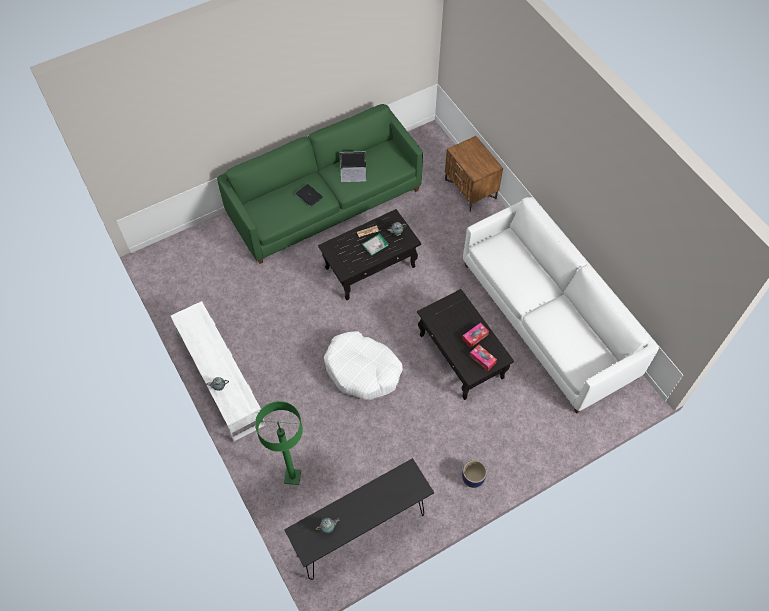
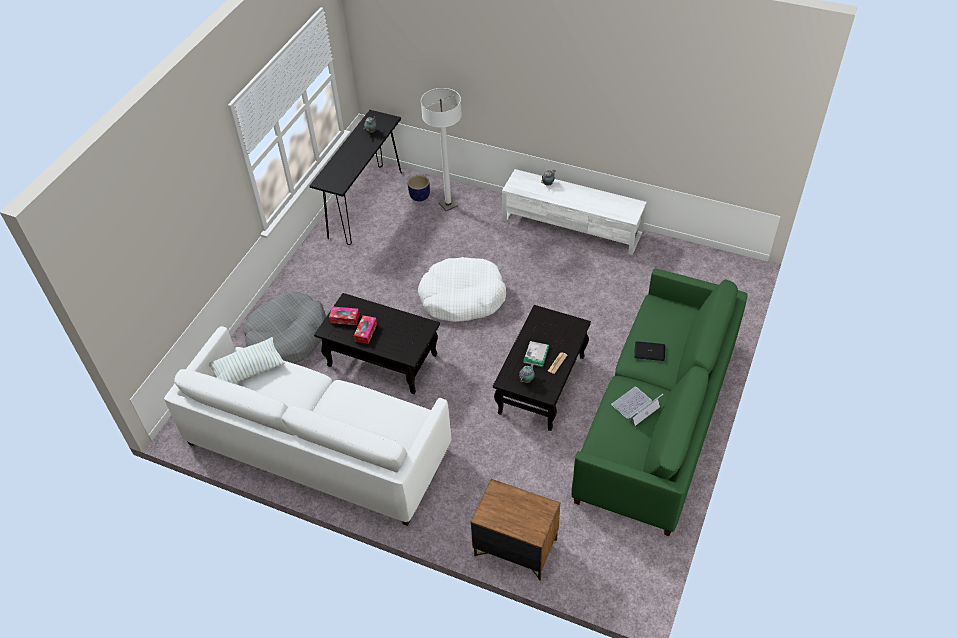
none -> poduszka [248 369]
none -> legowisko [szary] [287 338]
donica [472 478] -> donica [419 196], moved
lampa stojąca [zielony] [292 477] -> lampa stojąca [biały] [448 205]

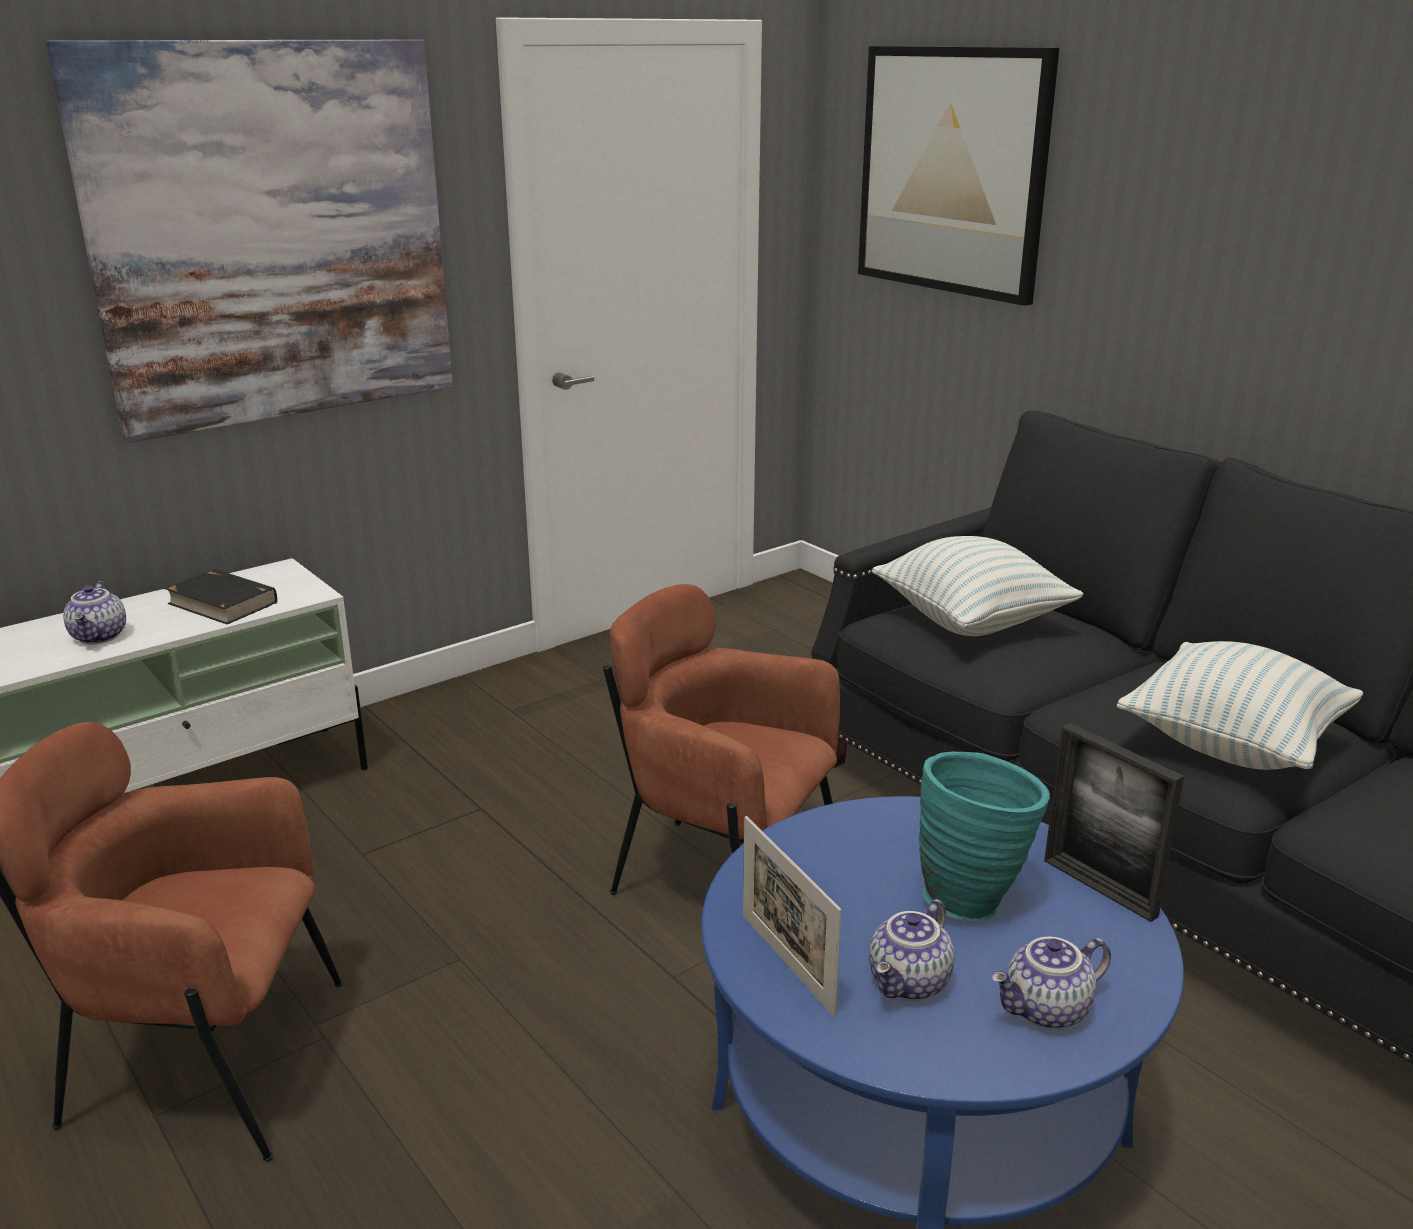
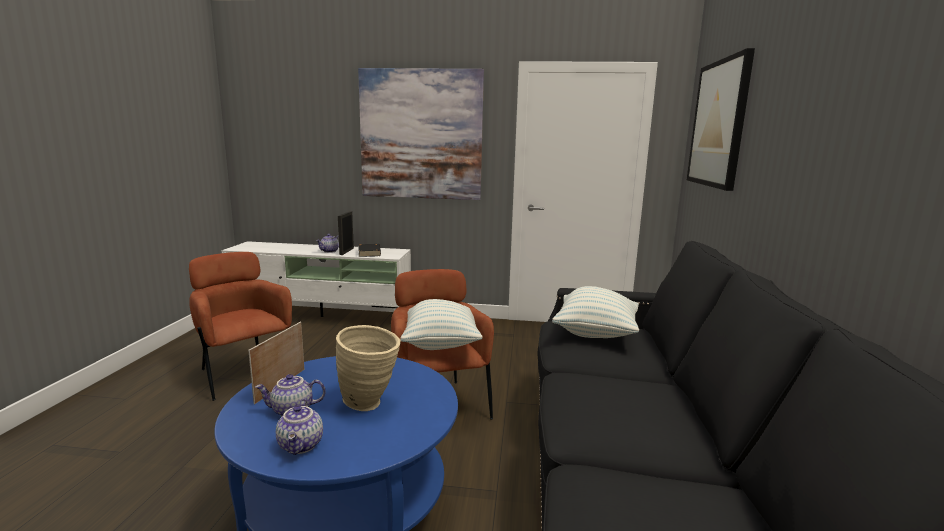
imbryk [1047 1011] -> imbryk [302 445], 120 degrees counterclockwise
wazon [turkusowy] [972 899] -> wazon [beżowy] [370 404]
ramka na zdjęcie [1099 888] -> ramka na zdjęcie [346 251], moved
poduszka [1232 745] -> poduszka [440 344], moved

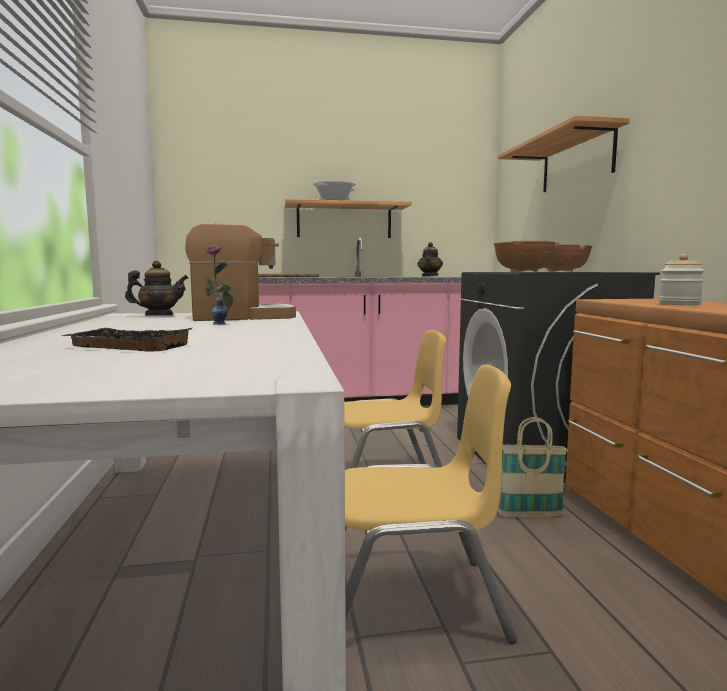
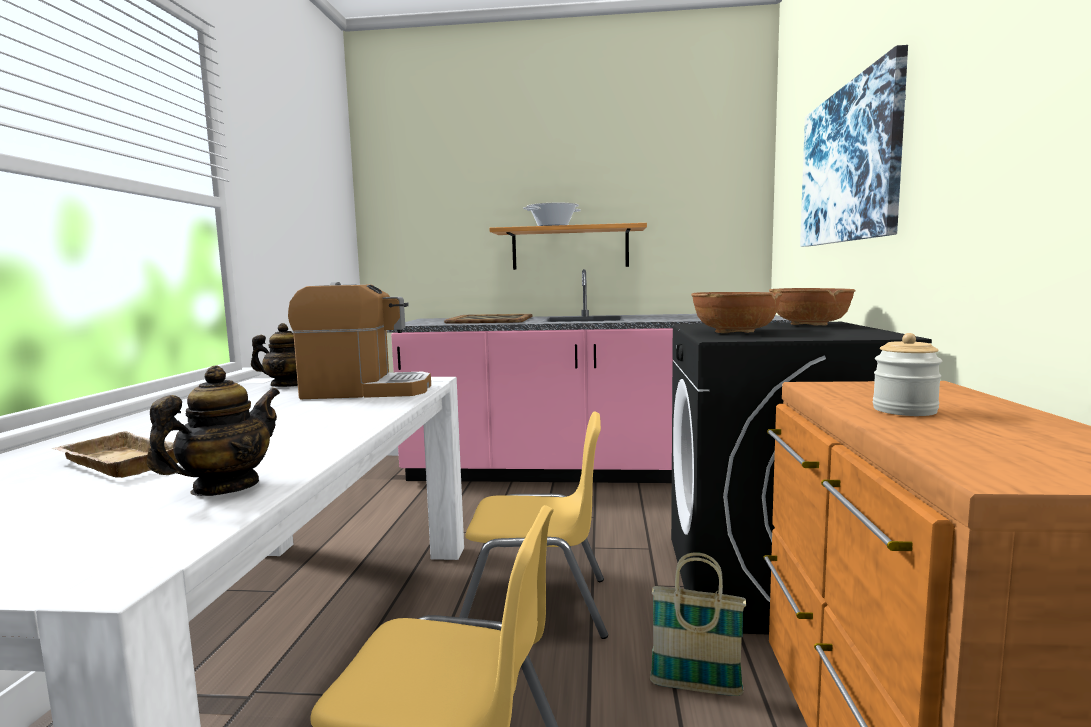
taca [czarny] [126 347] -> taca [beżowy] [116 463]
imbryk [429 276] -> imbryk [225 488], moved
półka [576 161] -> obraz [849 165]
wazon [219 325] -> none

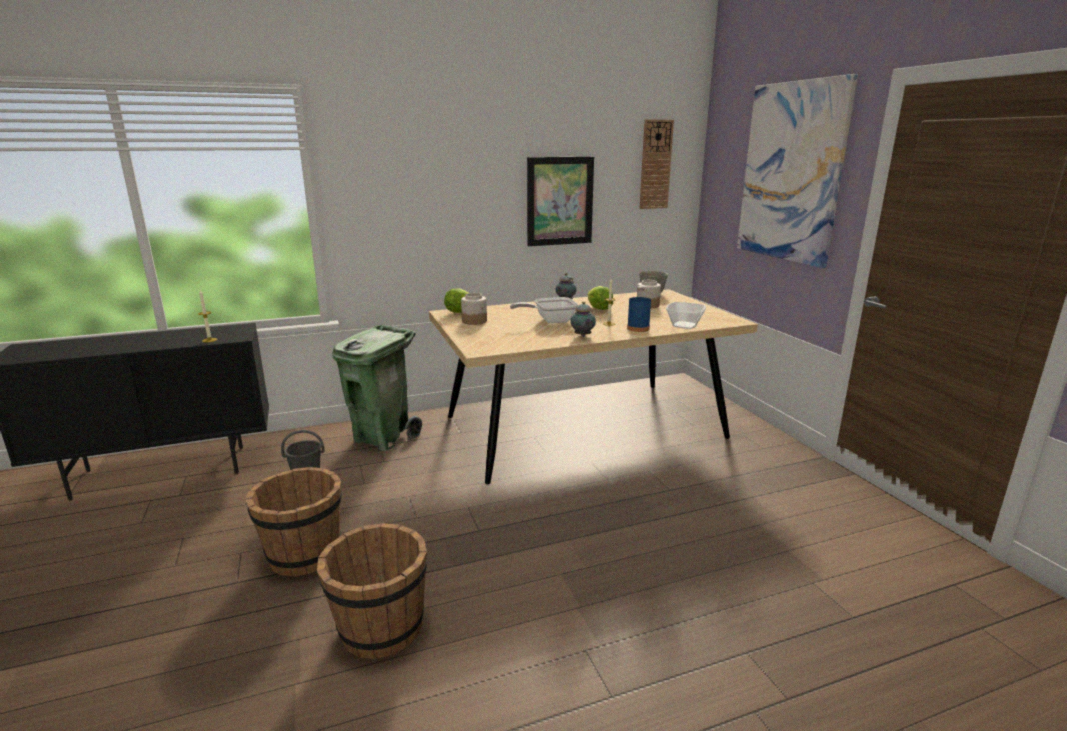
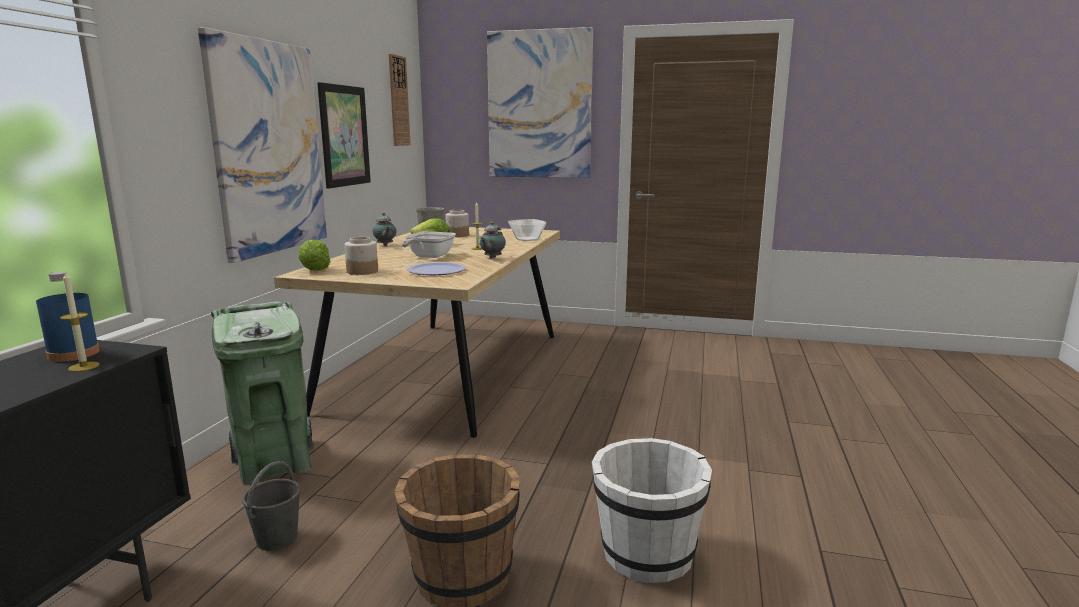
butelka [niebieski] [638 328] -> butelka [niebieski] [73 354], moved
none -> obraz [268 148]
none -> talerz [436 271]
imbryk [582 336] -> imbryk [492 258], 90 degrees clockwise
wiadro [brązowy] [380 628] -> wiadro [biały] [646 555]

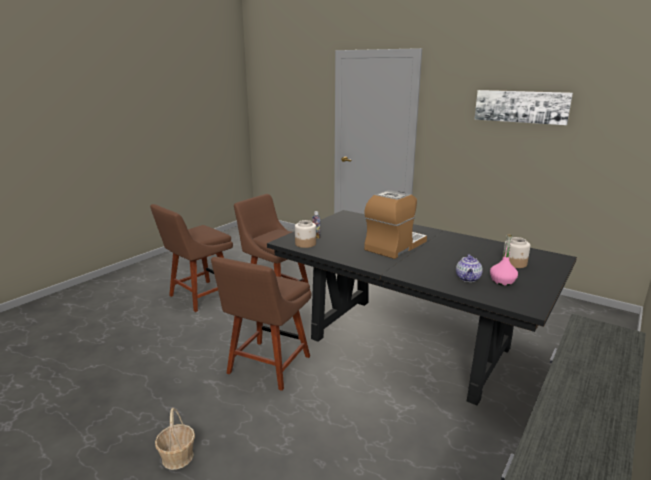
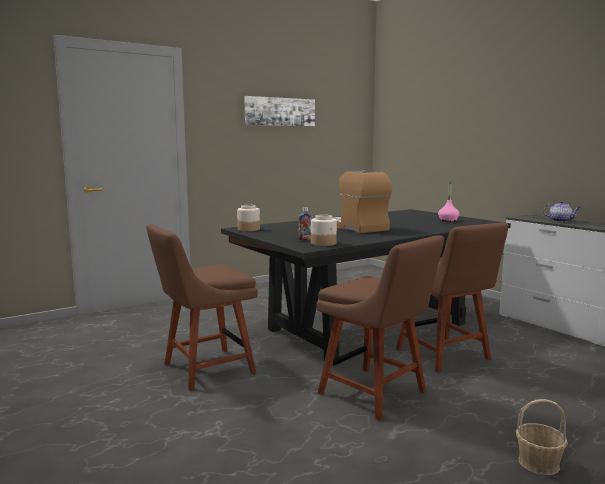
słoik [514 263] -> słoik [249 229], moved
krzesło [brązowy] [199 296] -> krzesło [brązowy] [445 356], moved
imbryk [468 279] -> imbryk [560 221], moved

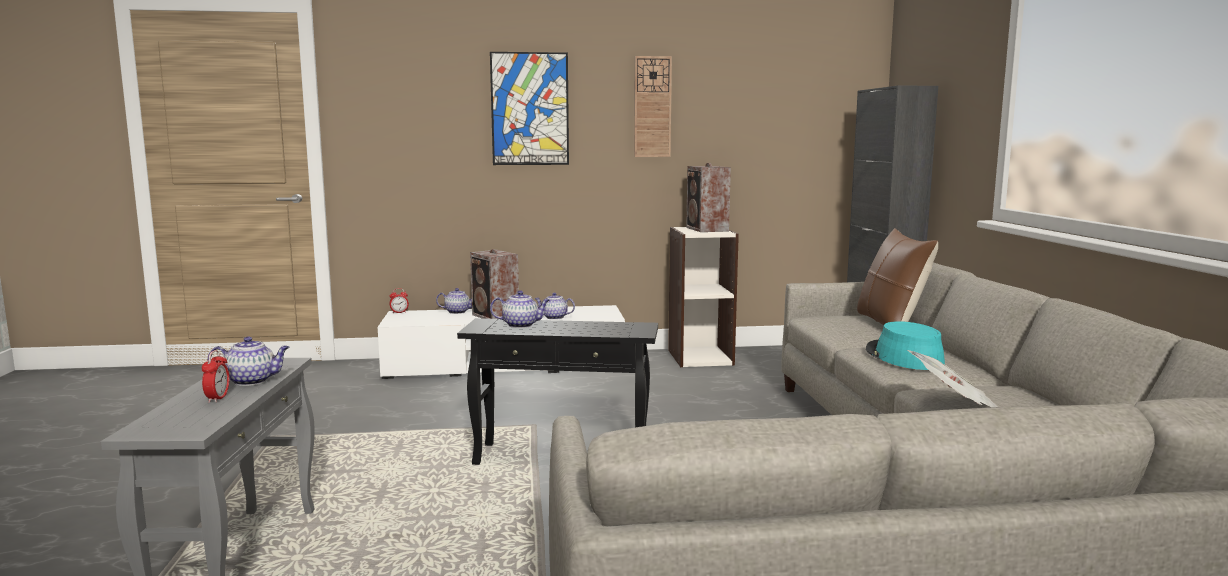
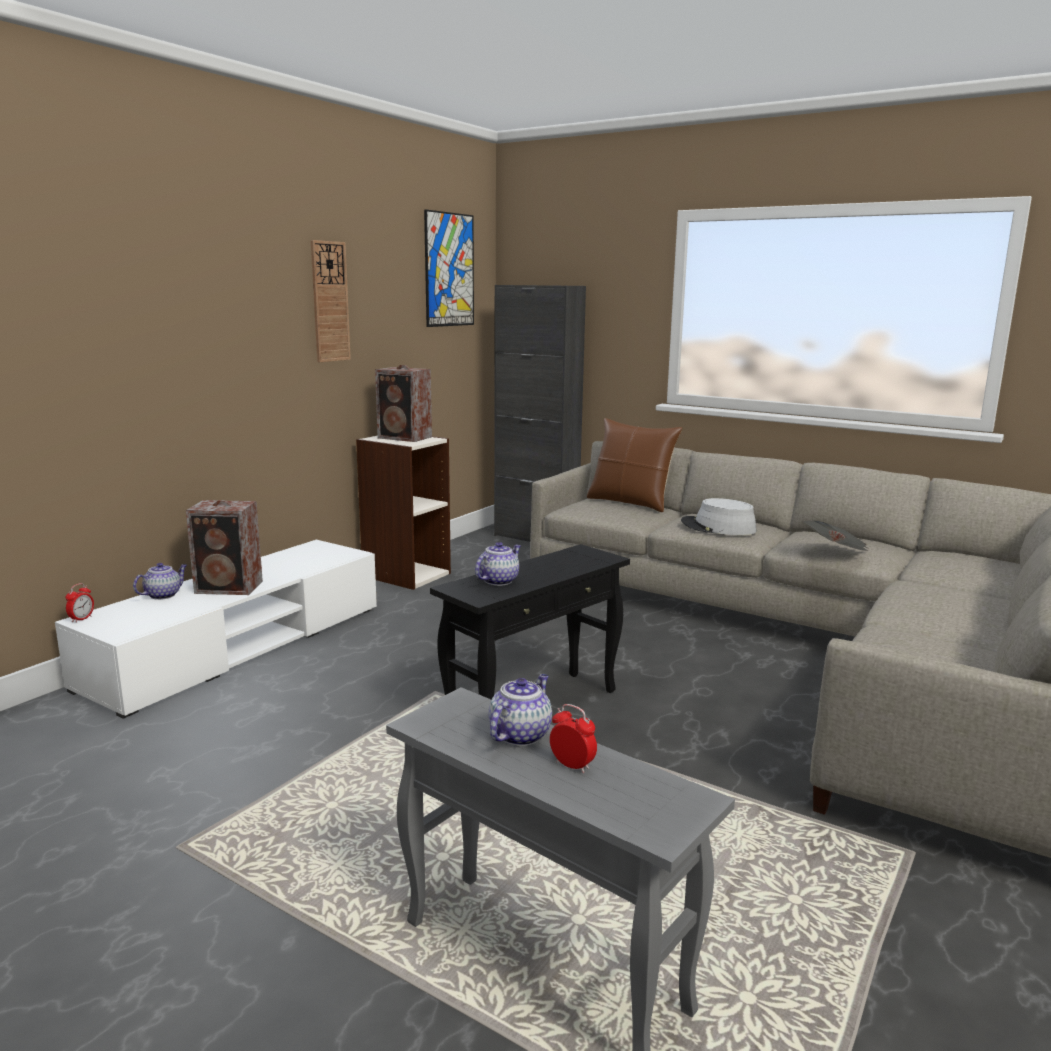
obraz [530 109] -> obraz [449 270], moved
kapelusz [turkusowy] [903 357] -> kapelusz [szary] [718 527]
imbryk [554 317] -> none

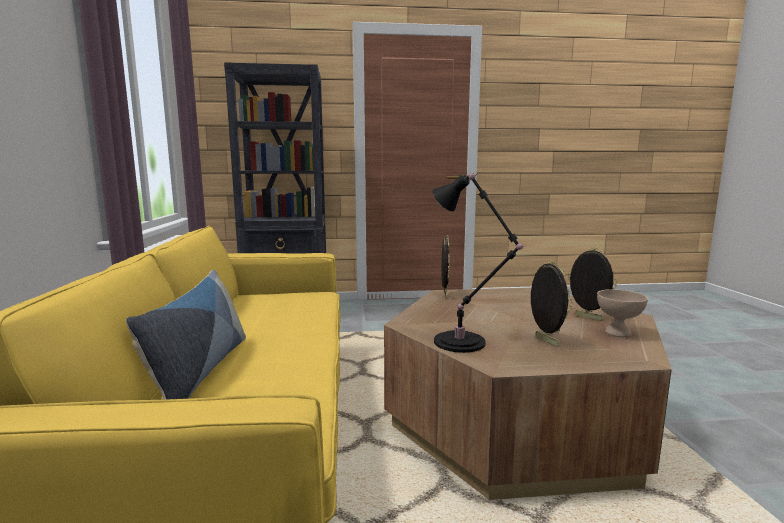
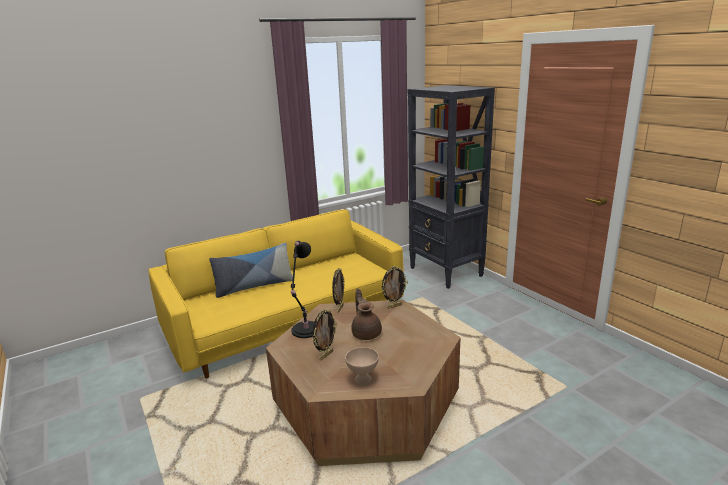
ramka na zdjęcie [587 318] -> ramka na zdjęcie [339 309], moved
none -> imbryk [brązowy] [366 333]

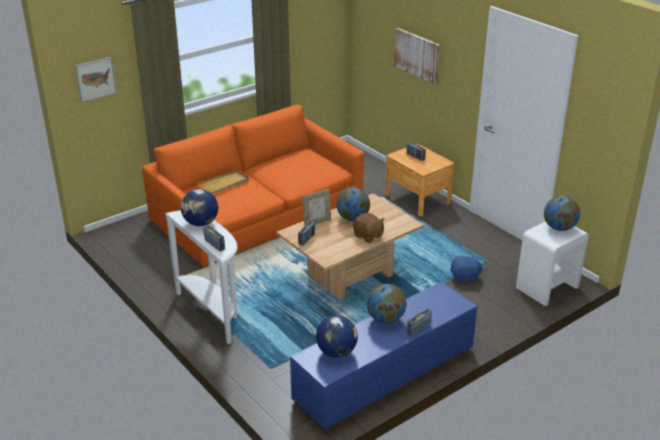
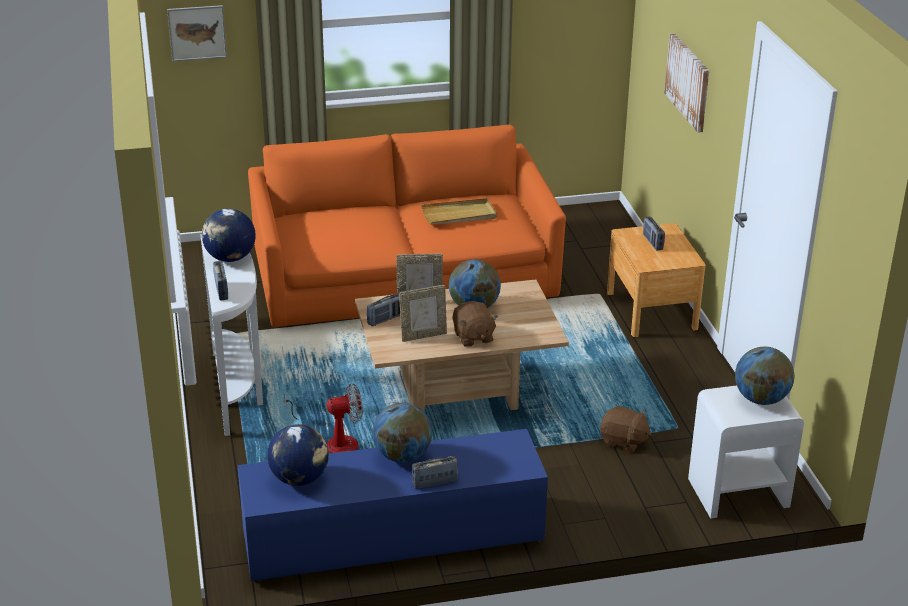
none -> wentylator [333 442]
none -> ramka na zdjęcie [423 335]
taca [beżowy] [224 183] -> taca [beżowy] [459 215], moved
pluszak [niebieski] [465 277] -> pluszak [brązowy] [623 441]

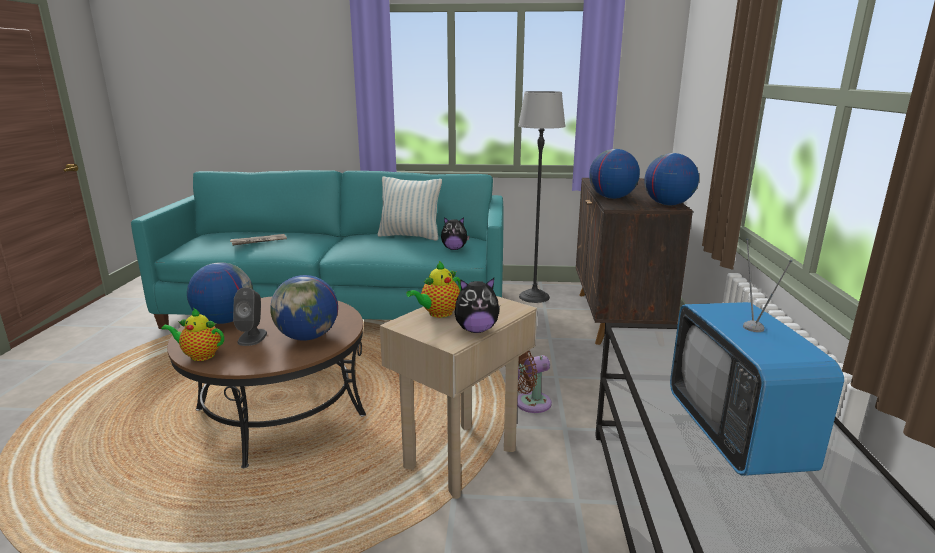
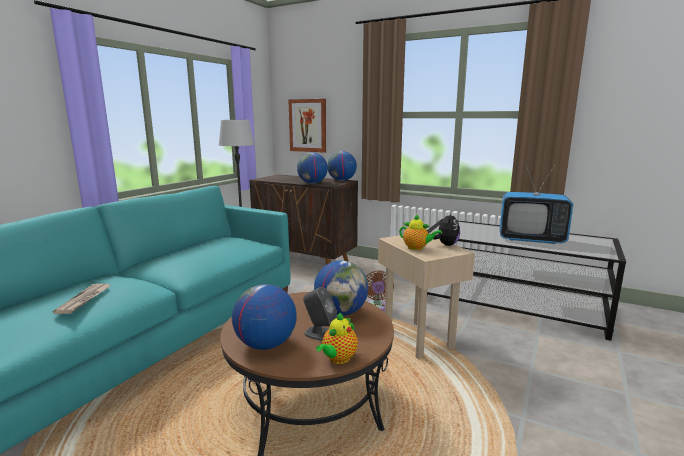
none -> obraz [308 125]
imbryk [438 313] -> imbryk [417 248], 45 degrees counterclockwise
poduszka [410 236] -> none
pluszak [454 249] -> none

